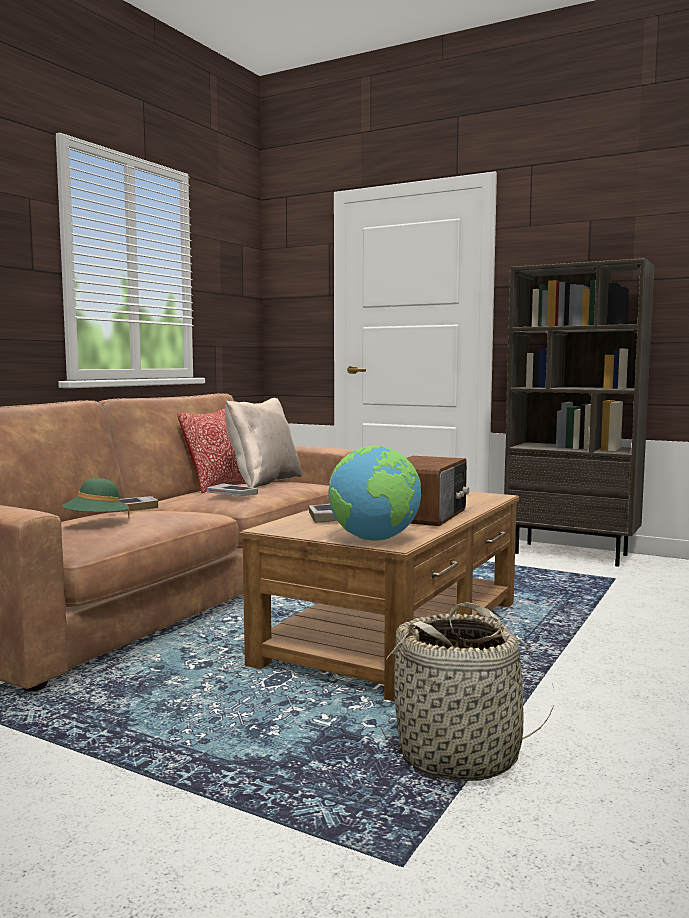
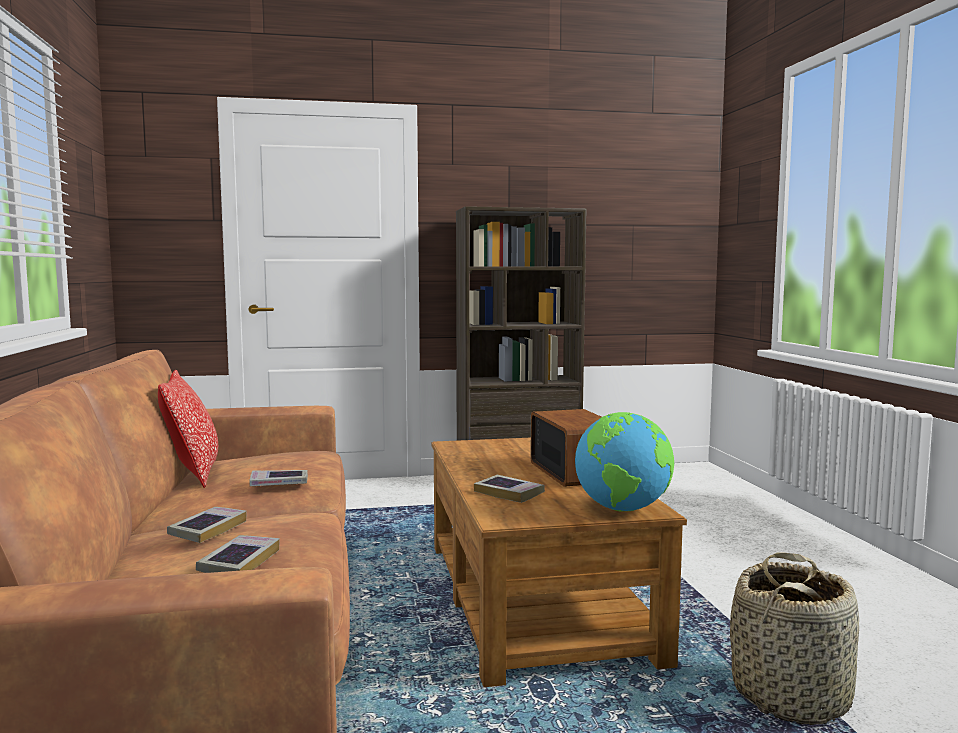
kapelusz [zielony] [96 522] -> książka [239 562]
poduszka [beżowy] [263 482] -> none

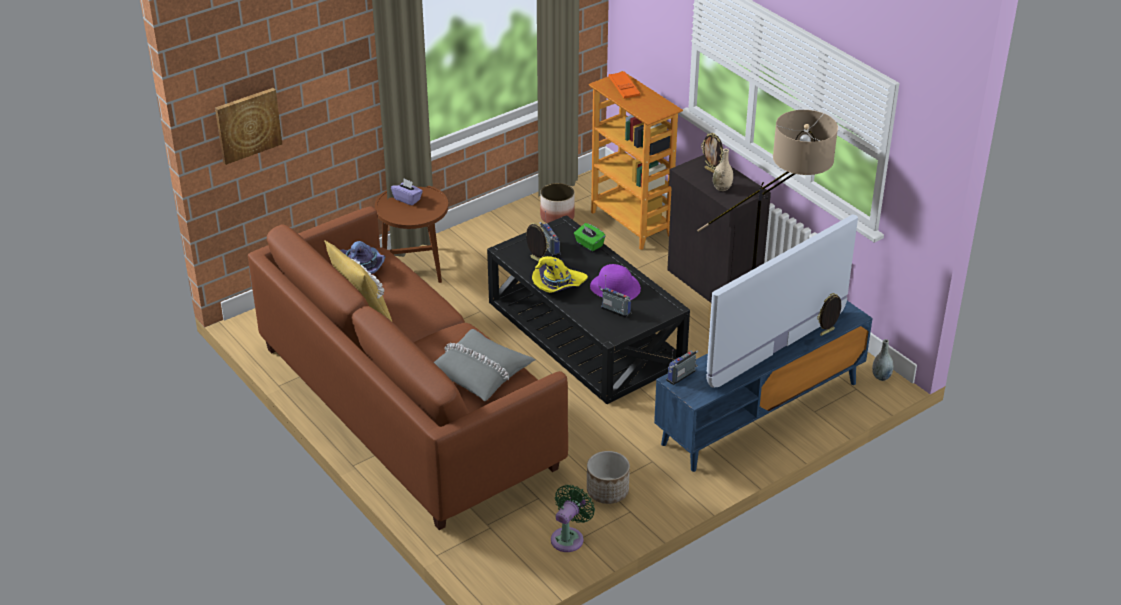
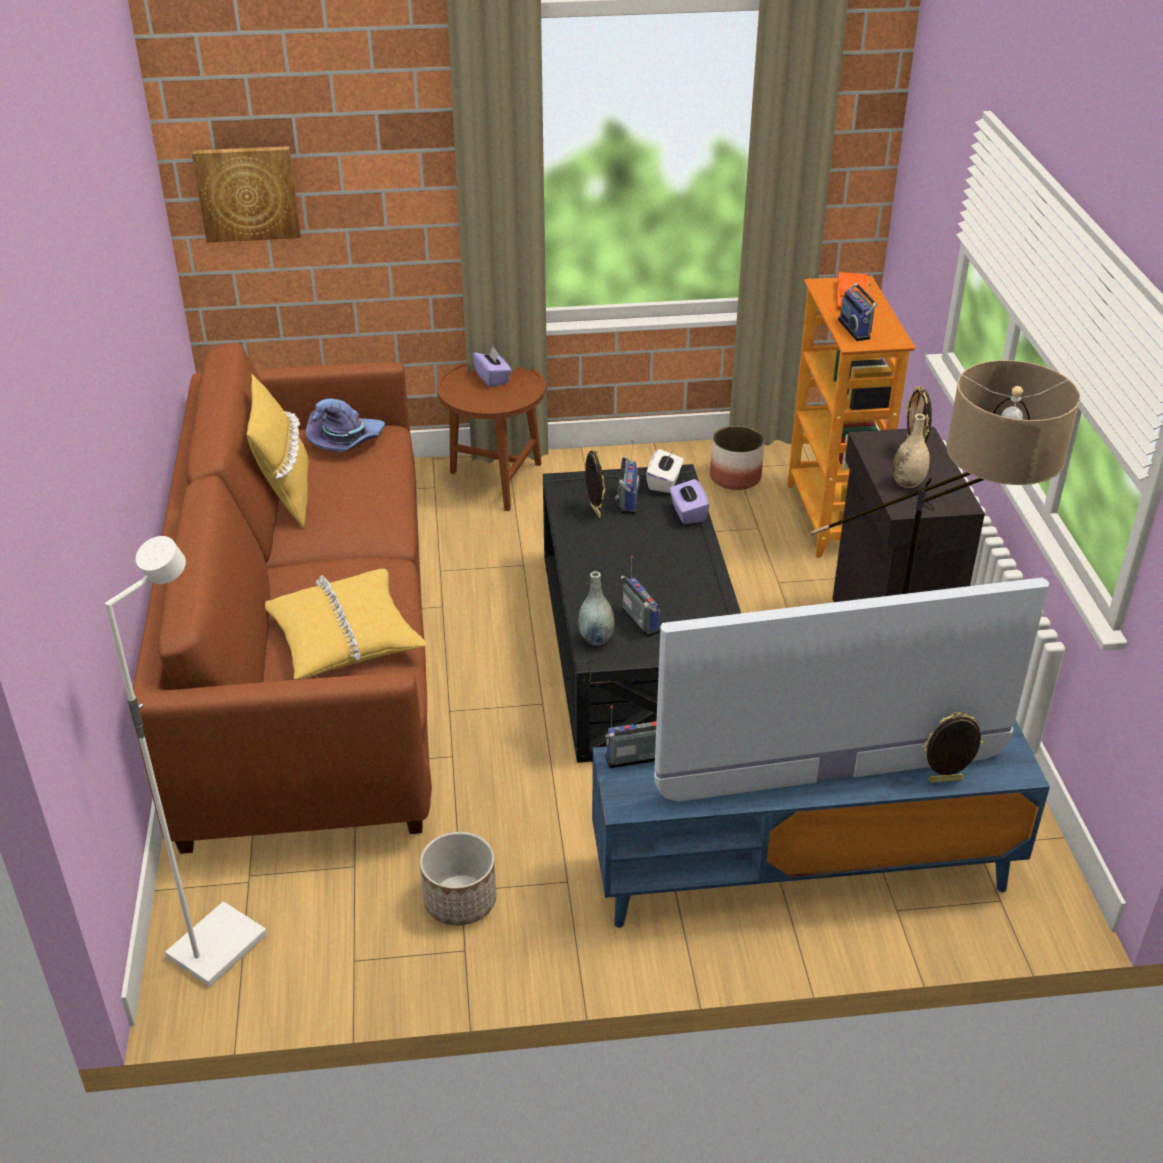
none -> lampa stojąca [biały] [217 945]
poduszka [szary] [479 373] -> poduszka [żółty] [344 637]
wazon [szary] [881 377] -> wazon [szary] [596 639], moved
none -> pudełko chusteczek [biały] [664 482]
pudełko chusteczek [zielony] [589 244] -> pudełko chusteczek [fioletowy] [688 513]
none -> radio [856 329]
kapelusz [żółty] [558 284] -> none
wentylator [zielony] [569 537] -> none
kapelusz [fioletowy] [615 287] -> none

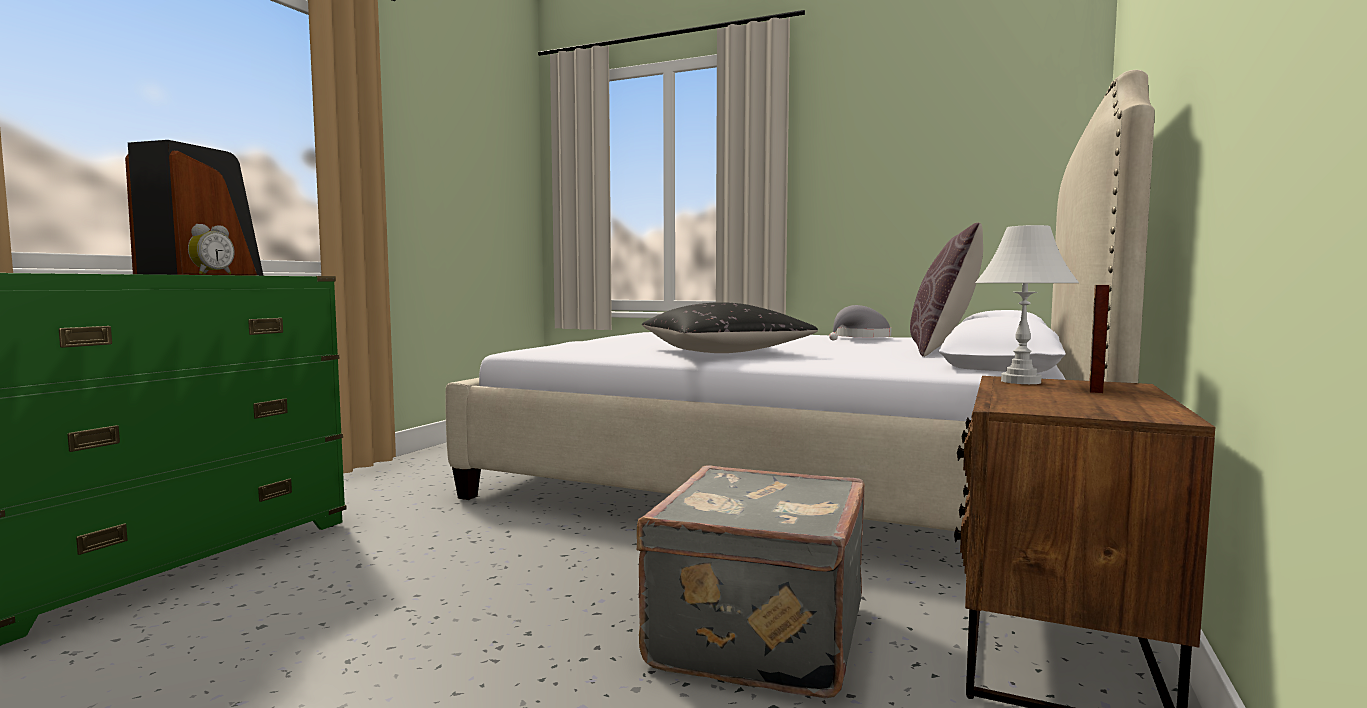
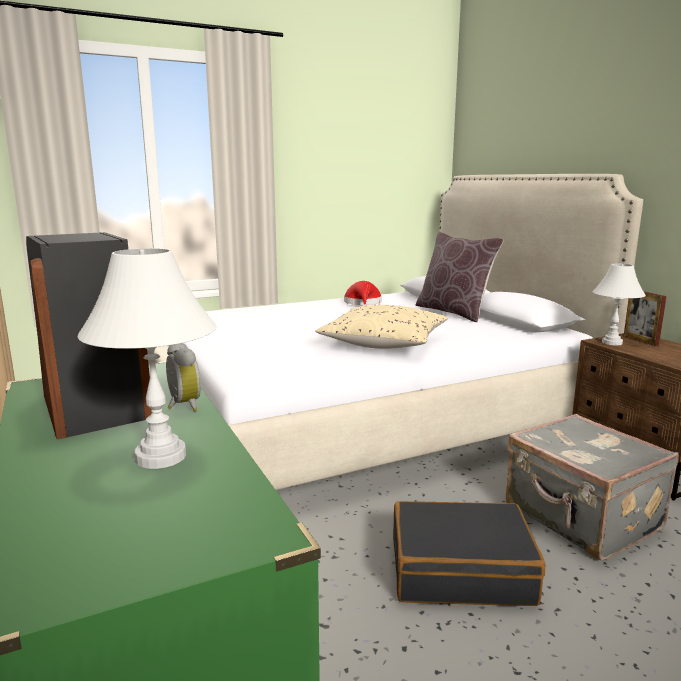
none -> lampa stołowa [biały] [161 457]
poduszka [czarny] [723 352] -> poduszka [beżowy] [384 343]
kapelusz [szary] [860 338] -> kapelusz [czerwony] [363 303]
none -> walizka [czarny] [460 570]

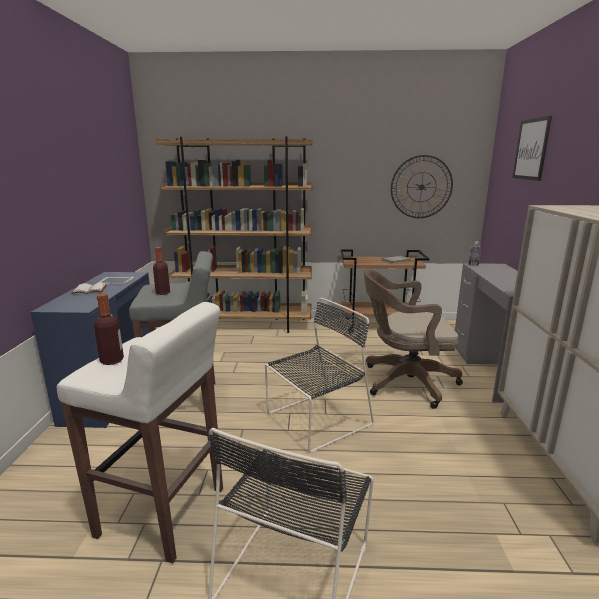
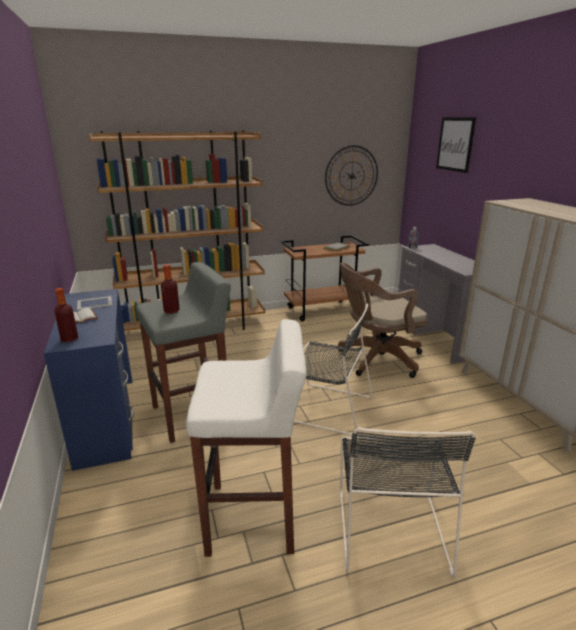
butelka [112 361] -> butelka [69 339], moved
krzesło [czarny] [316 420] -> krzesło [czarny] [326 407], 75 degrees clockwise

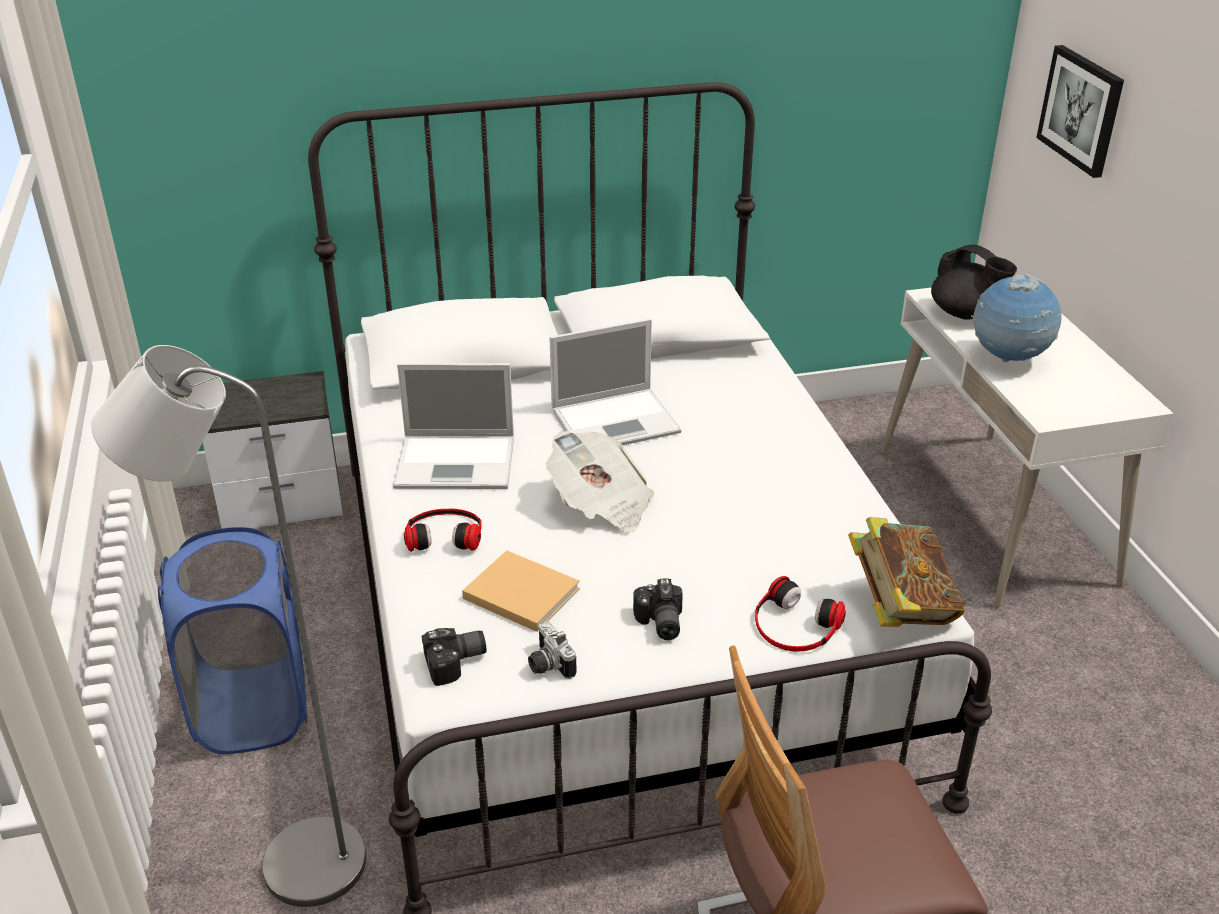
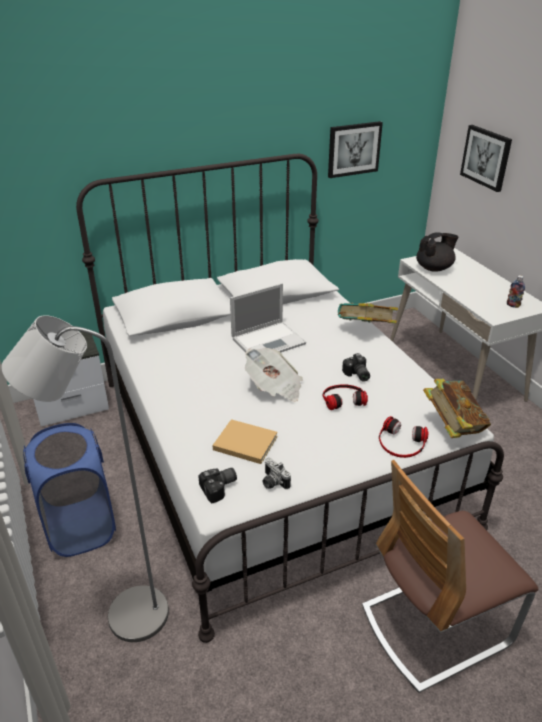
słuchawki [444 534] -> słuchawki [343 399], moved
none -> obraz [353 149]
none -> książka [365 330]
aparat fotograficzny [658 623] -> aparat fotograficzny [356 375], moved
imbryk [czarny] [965 314] -> imbryk [czarny] [434 268], 60 degrees counterclockwise
none -> butelka [513 305]
laptop [458 462] -> none
globus [1008 359] -> none

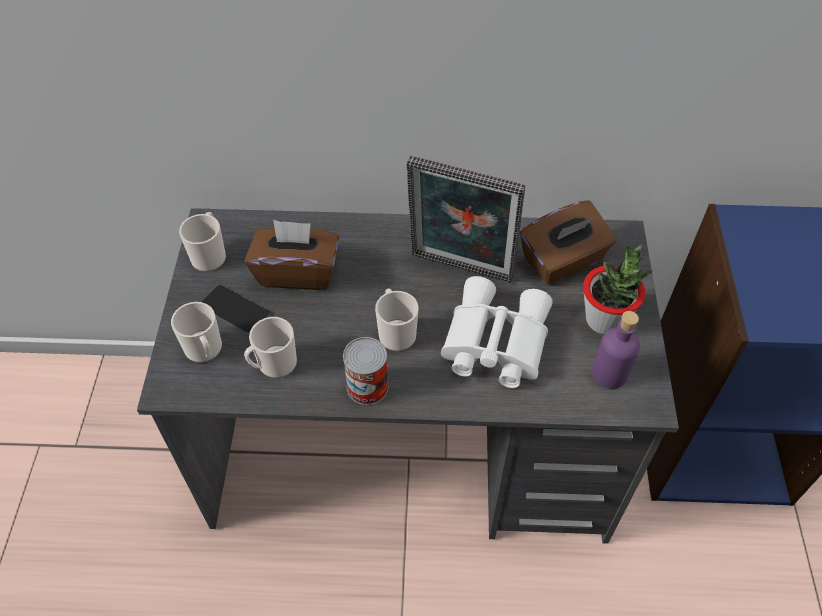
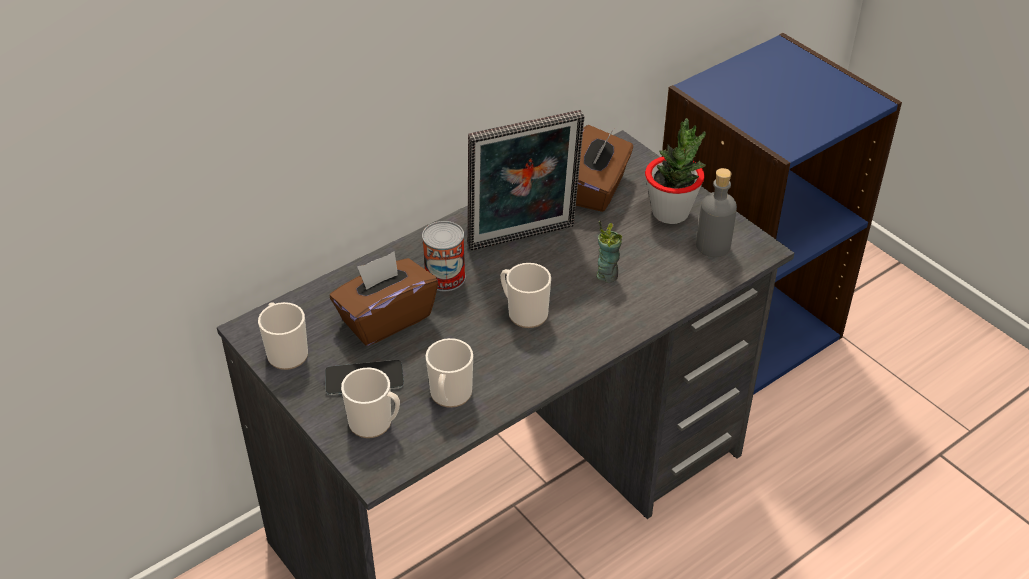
puszka [367 386] -> puszka [445 277], moved
lornetka [biały] [493 342] -> filiżanka [607 275]
butelka [fioletowy] [609 373] -> butelka [szary] [713 246]

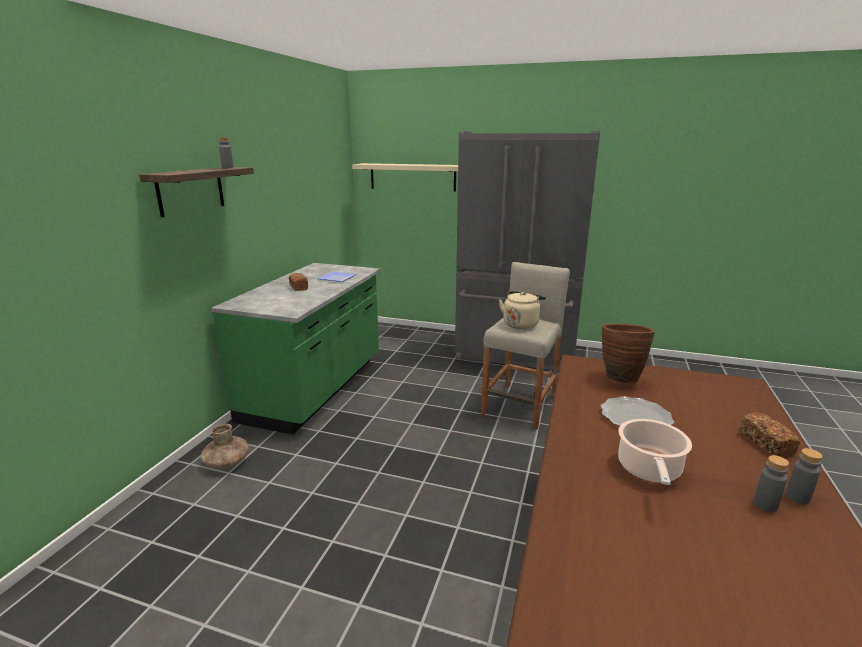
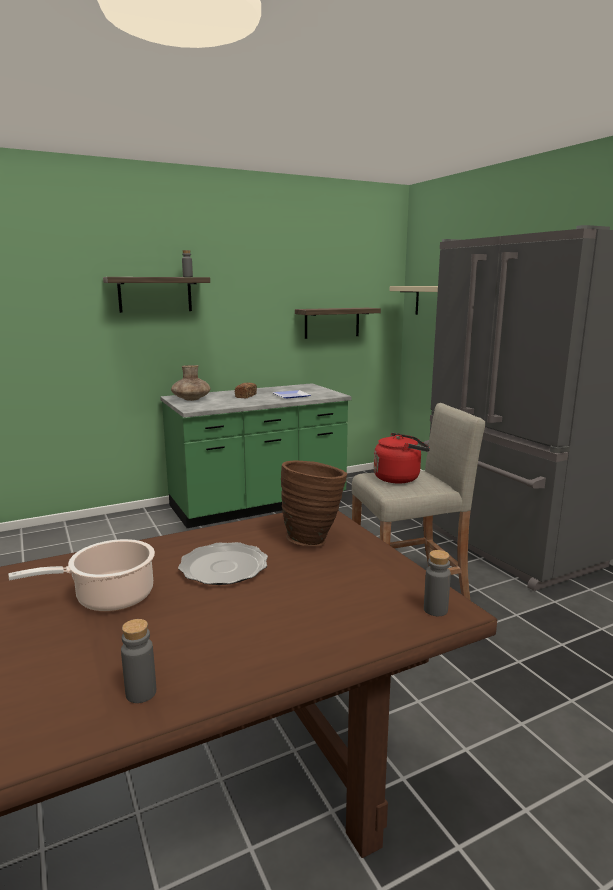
wazon [brązowy] [226 462] -> wazon [brązowy] [191 399], moved
none -> półka [332 322]
czajnik [beżowy] [521 324] -> czajnik [czerwony] [399 478]
butelka [szary] [765 505] -> butelka [szary] [435 610], moved
chleb [766 443] -> none

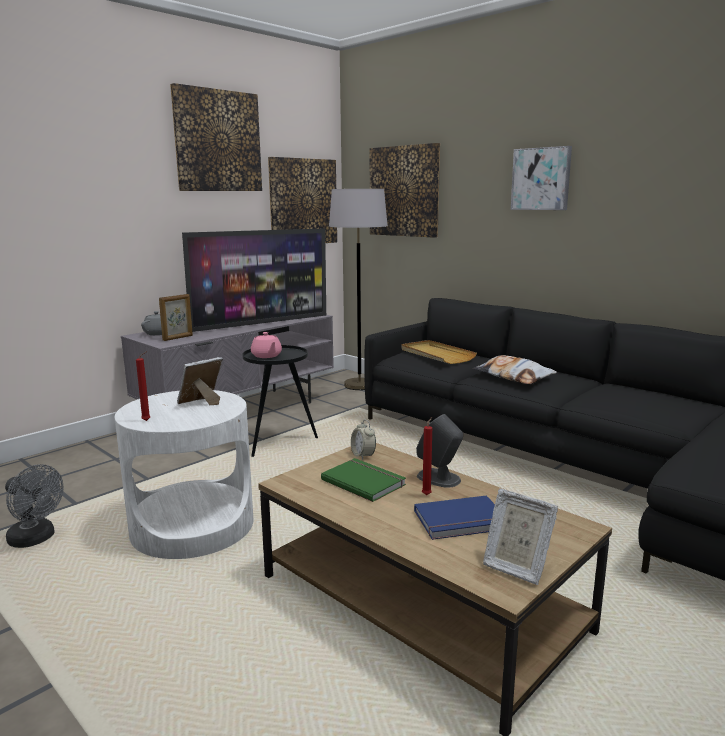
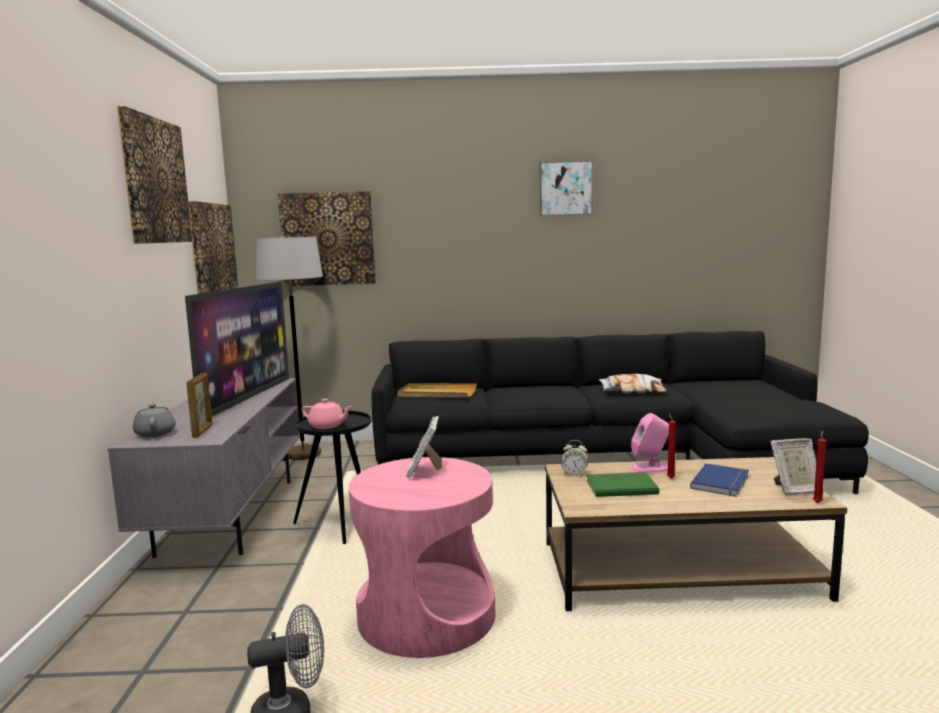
stolik [biały] [192 526] -> stolik [różowy] [427 616]
obraz [541 179] -> obraz [565 188], moved
poduszka [513 376] -> poduszka [632 390], moved
głośnik [szary] [439 478] -> głośnik [różowy] [650 467]
świeca [czerwony] [147 420] -> świeca [czerwony] [817 502], moved

